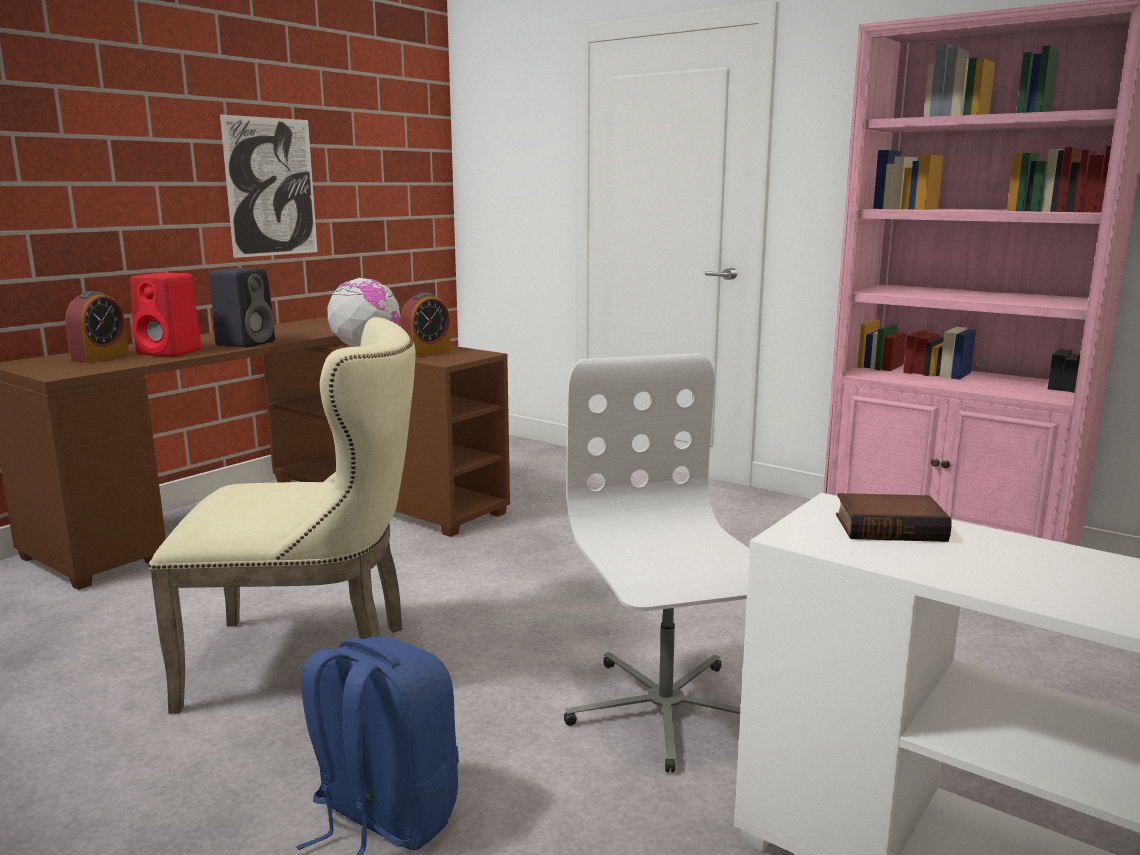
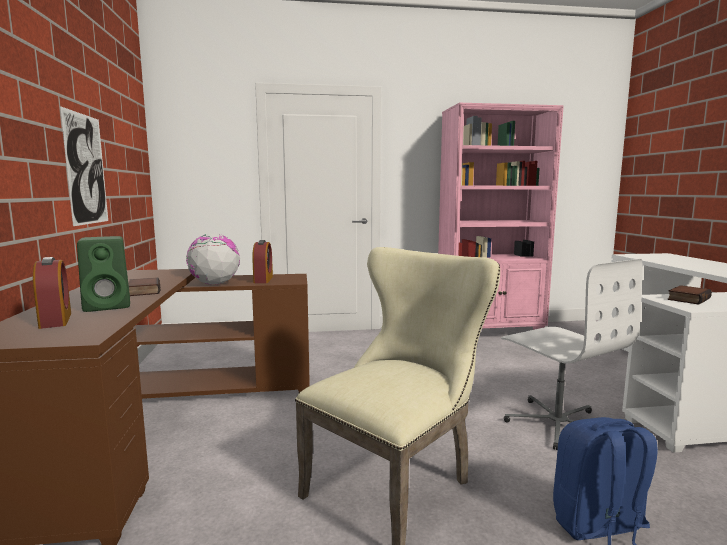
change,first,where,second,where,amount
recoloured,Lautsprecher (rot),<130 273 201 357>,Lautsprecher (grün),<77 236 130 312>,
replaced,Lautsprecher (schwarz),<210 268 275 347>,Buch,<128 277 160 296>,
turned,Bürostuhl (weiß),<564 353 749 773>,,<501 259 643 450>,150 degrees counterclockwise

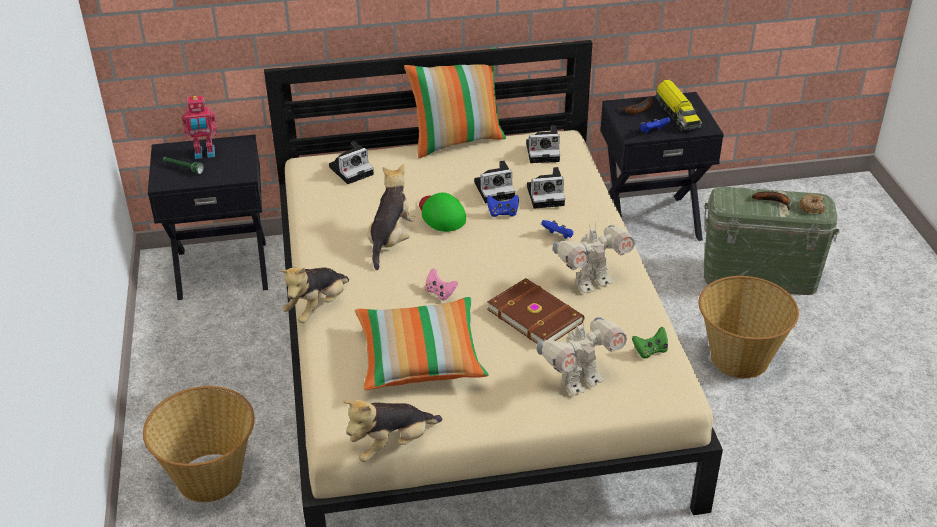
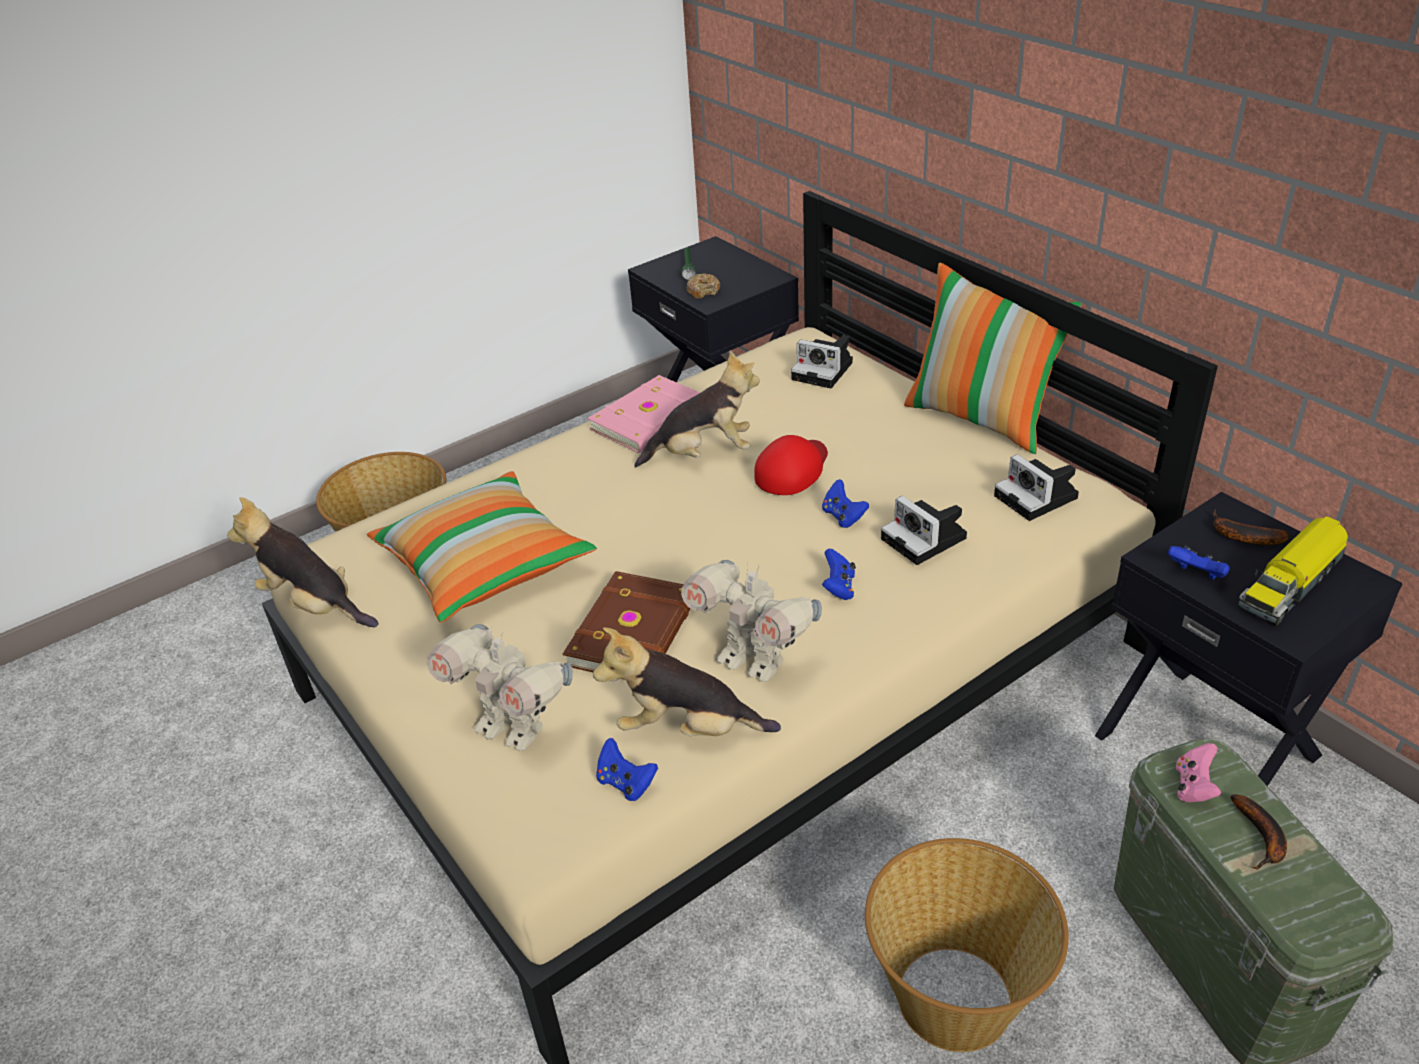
change,first,where,second,where,amount
added,,,Buch (rosa),<588 375 700 453>,
moved,Plüschtier,<280 267 349 323>,,<593 627 781 736>,
recoloured,Gamepad (grün),<632 327 668 359>,Gamepad (blau),<596 738 658 801>,
moved,Donut,<800 194 825 214>,,<686 273 720 298>,
recoloured,Kappe (grün),<419 193 466 232>,Kappe (rot),<754 435 828 495>,
moved,Gamepad (rosa),<425 268 458 300>,,<1176 743 1221 802>,
removed,Spielzeugroboter,<181 96 217 159>,,,
removed,Kamera,<474 161 515 203>,,,

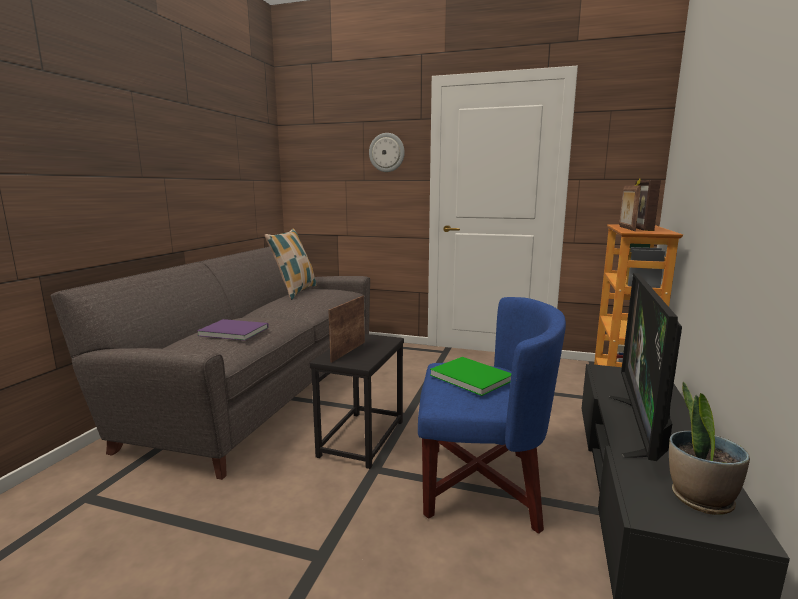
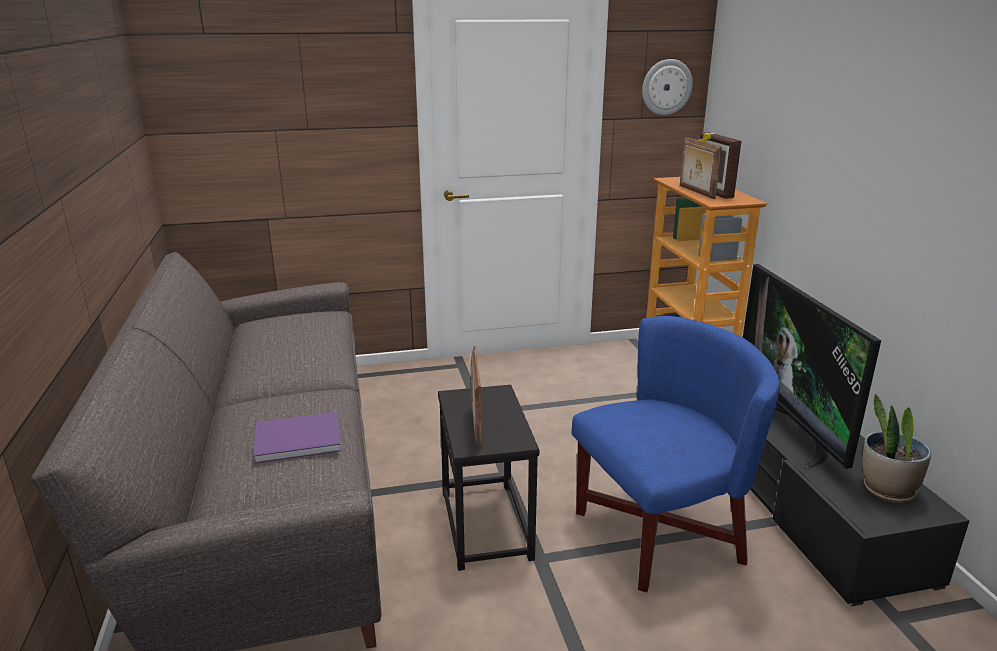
change,first,where,second,where,amount
moved,Wanduhr,<369 133 405 172>,,<642 59 693 115>,
removed,Kissen,<265 229 316 300>,,,
removed,Buch (grün),<430 357 511 396>,,,

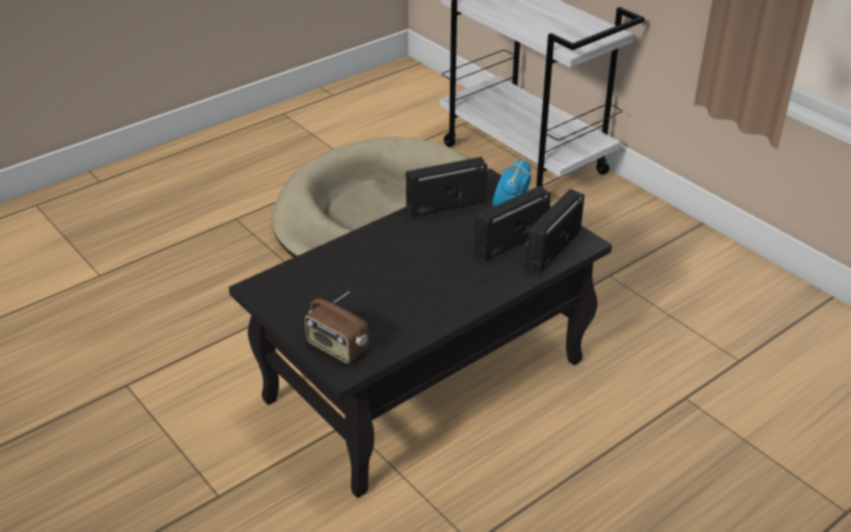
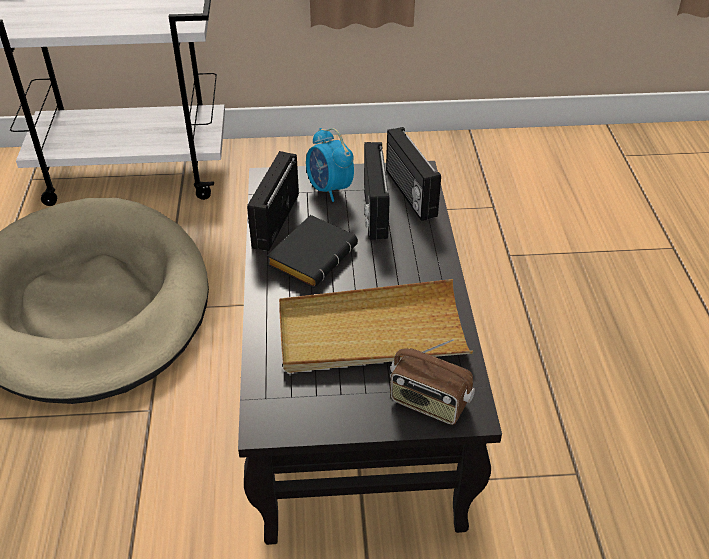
change,first,where,second,where,amount
added,,,Buch (schwarz),<267 215 358 288>,
added,,,Tablett (beige),<279 279 473 373>,
turned,Radio,<305 291 369 364>,,<390 339 475 425>,45 degrees clockwise

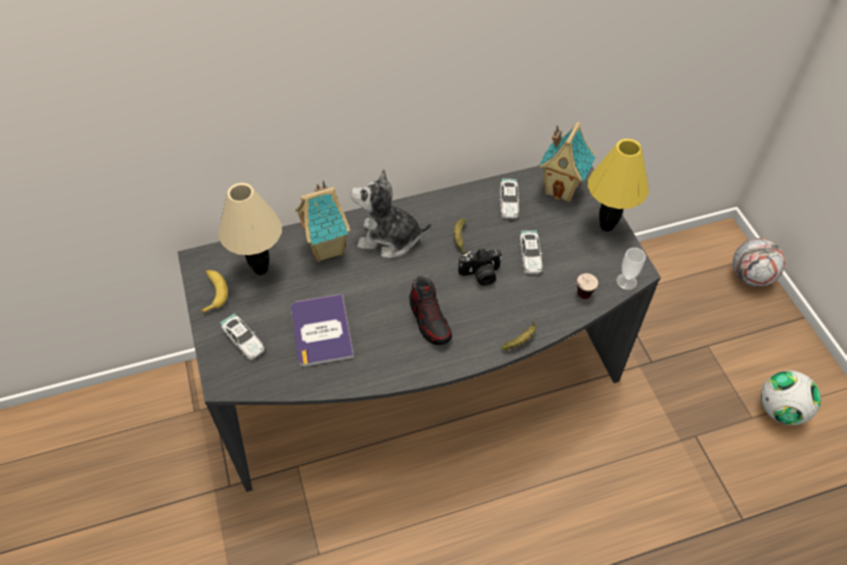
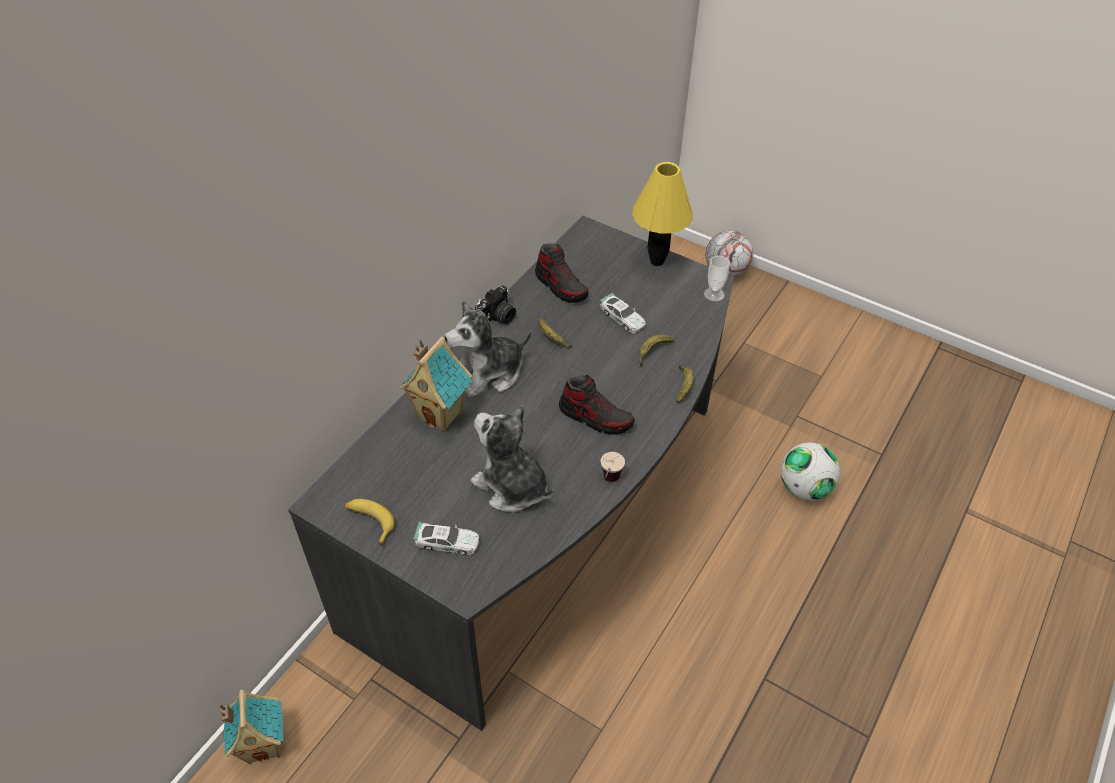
change,first,where,second,where,amount
moved,Spielzeughaus,<539 122 595 202>,,<219 690 283 764>,
replaced,Buch,<291 294 354 366>,Plüschtier,<471 405 554 513>,
moved,Kamera,<458 248 502 286>,,<475 285 516 325>,
replaced,Spielzeugauto,<500 179 520 219>,Schuh,<535 243 589 303>,
moved,Tasse,<568 273 598 299>,,<601 452 625 482>,
added,,,Banane,<639 334 674 366>,
moved,Fußball,<761 370 821 425>,,<781 443 840 500>,
removed,Tischlampe (beige),<219 183 282 275>,,,

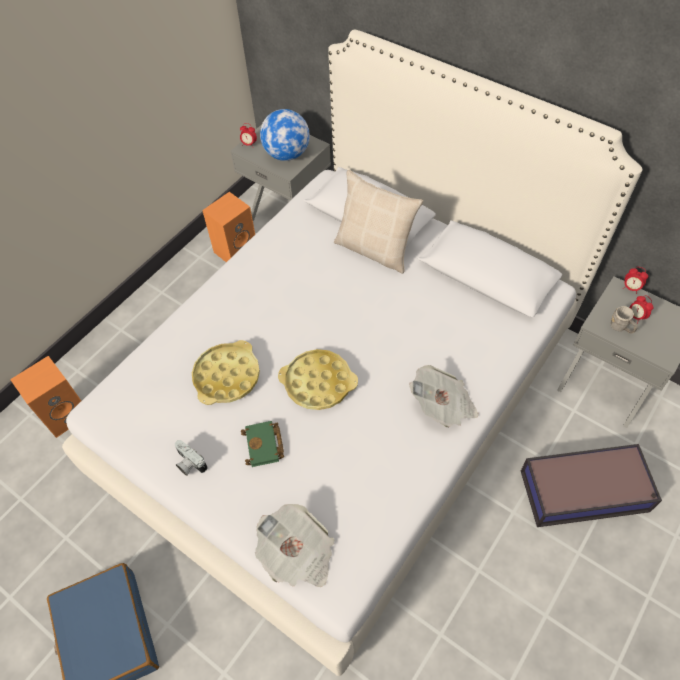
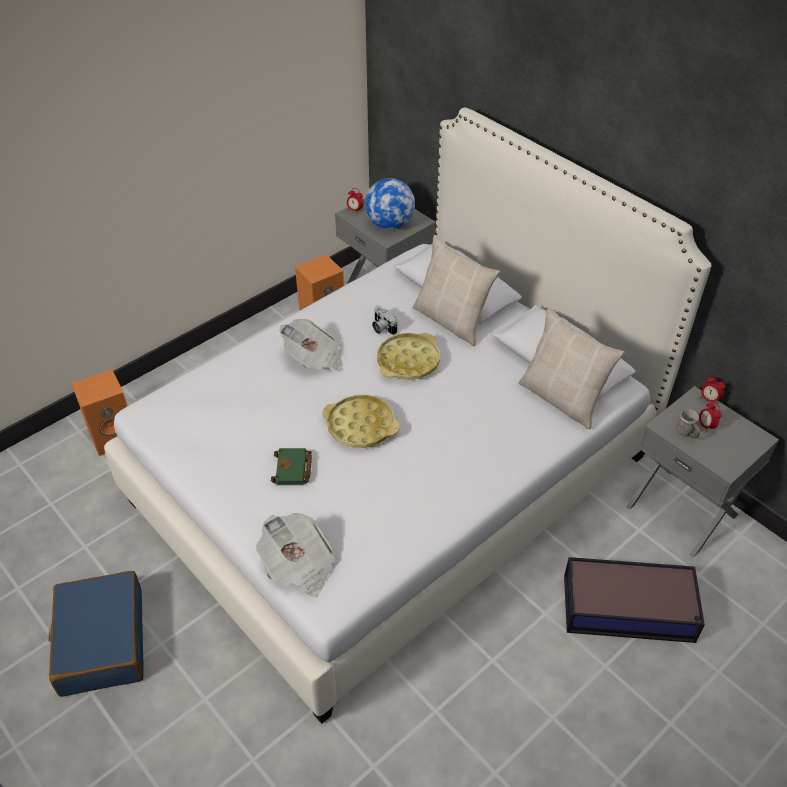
change,first,where,second,where,amount
moved,Zeitung,<409 365 479 428>,,<280 319 343 371>,
moved,Kamera,<175 440 208 476>,,<372 305 397 335>,
moved,Tablett (gelb),<192 340 260 405>,,<377 333 440 380>,
added,,,Kissen (beige),<518 308 625 430>,

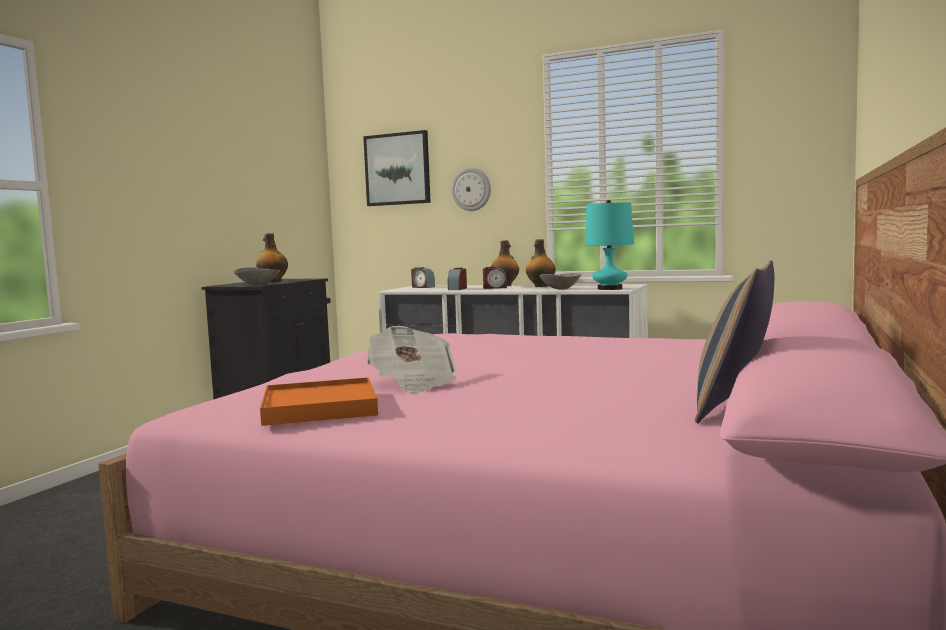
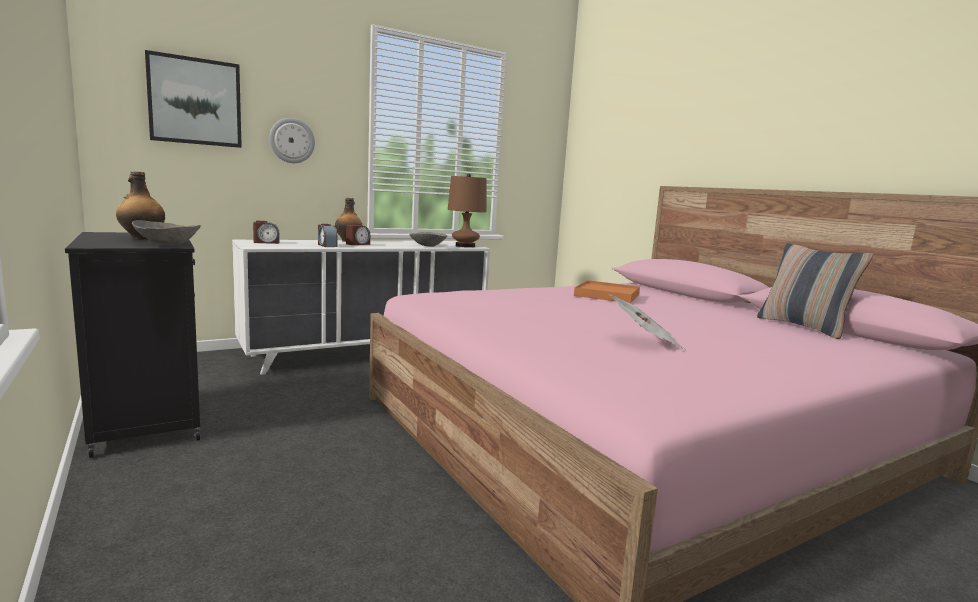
change,first,where,second,where,amount
recoloured,Tischlampe (türkis),<585 200 634 290>,Tischlampe (braun),<448 174 487 248>,
moved,Tablett (orange),<260 377 378 426>,,<574 280 640 303>,
removed,Flasche,<526 239 556 287>,,,

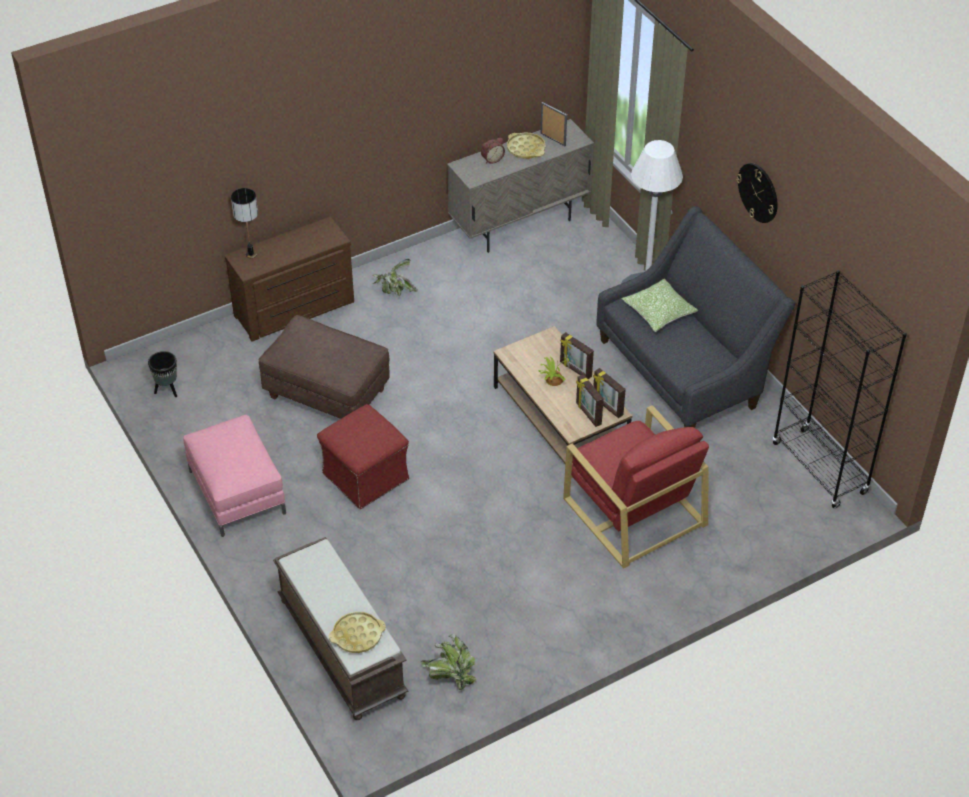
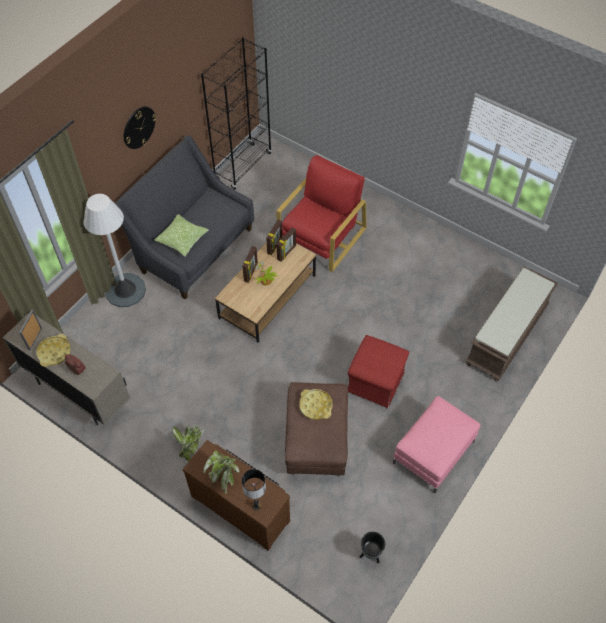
change,first,where,second,where,amount
moved,Topfpflanze,<421 634 477 690>,,<203 451 241 494>,
moved,Tablett (gelb),<329 612 386 653>,,<299 389 332 420>,

